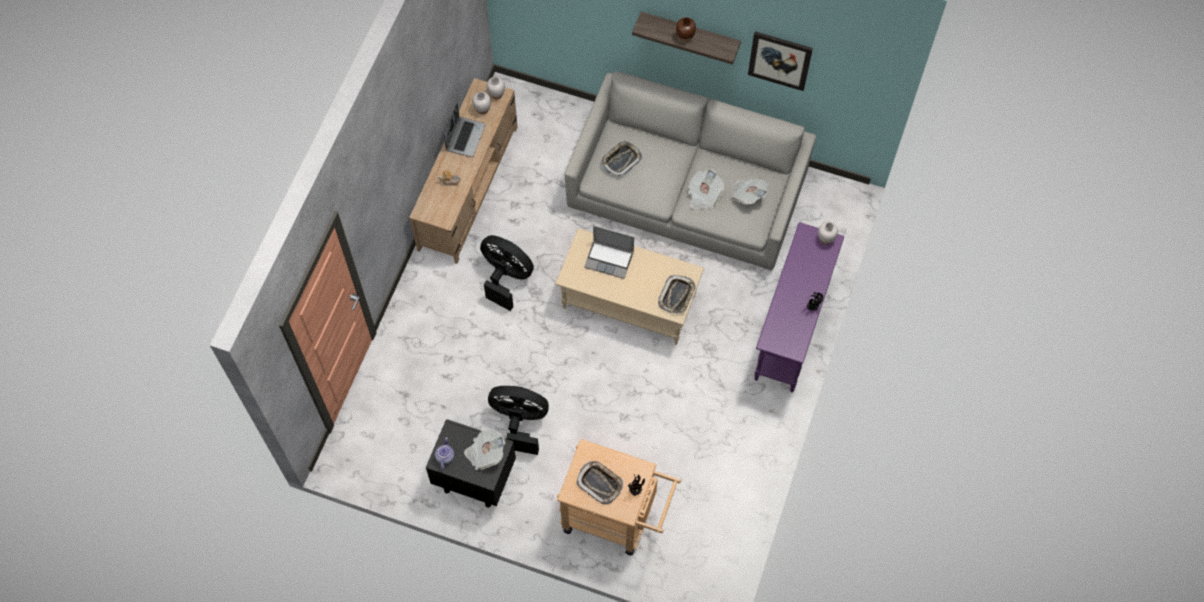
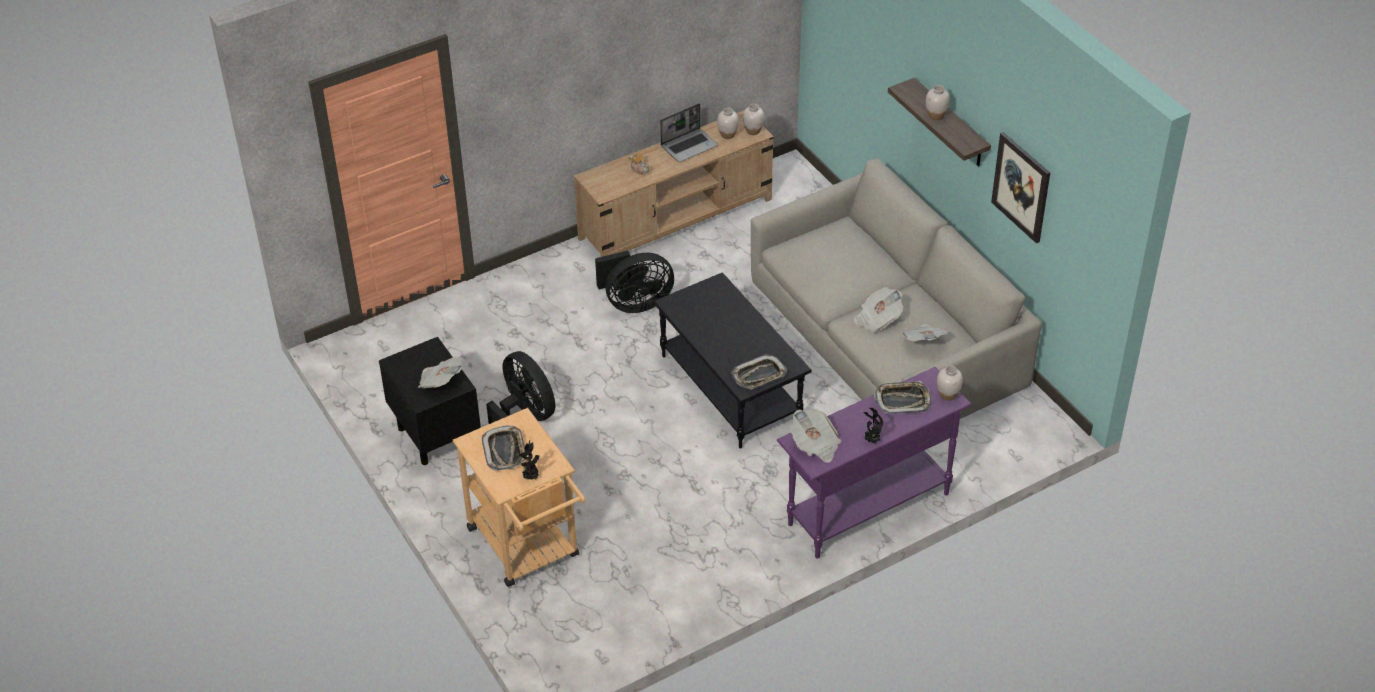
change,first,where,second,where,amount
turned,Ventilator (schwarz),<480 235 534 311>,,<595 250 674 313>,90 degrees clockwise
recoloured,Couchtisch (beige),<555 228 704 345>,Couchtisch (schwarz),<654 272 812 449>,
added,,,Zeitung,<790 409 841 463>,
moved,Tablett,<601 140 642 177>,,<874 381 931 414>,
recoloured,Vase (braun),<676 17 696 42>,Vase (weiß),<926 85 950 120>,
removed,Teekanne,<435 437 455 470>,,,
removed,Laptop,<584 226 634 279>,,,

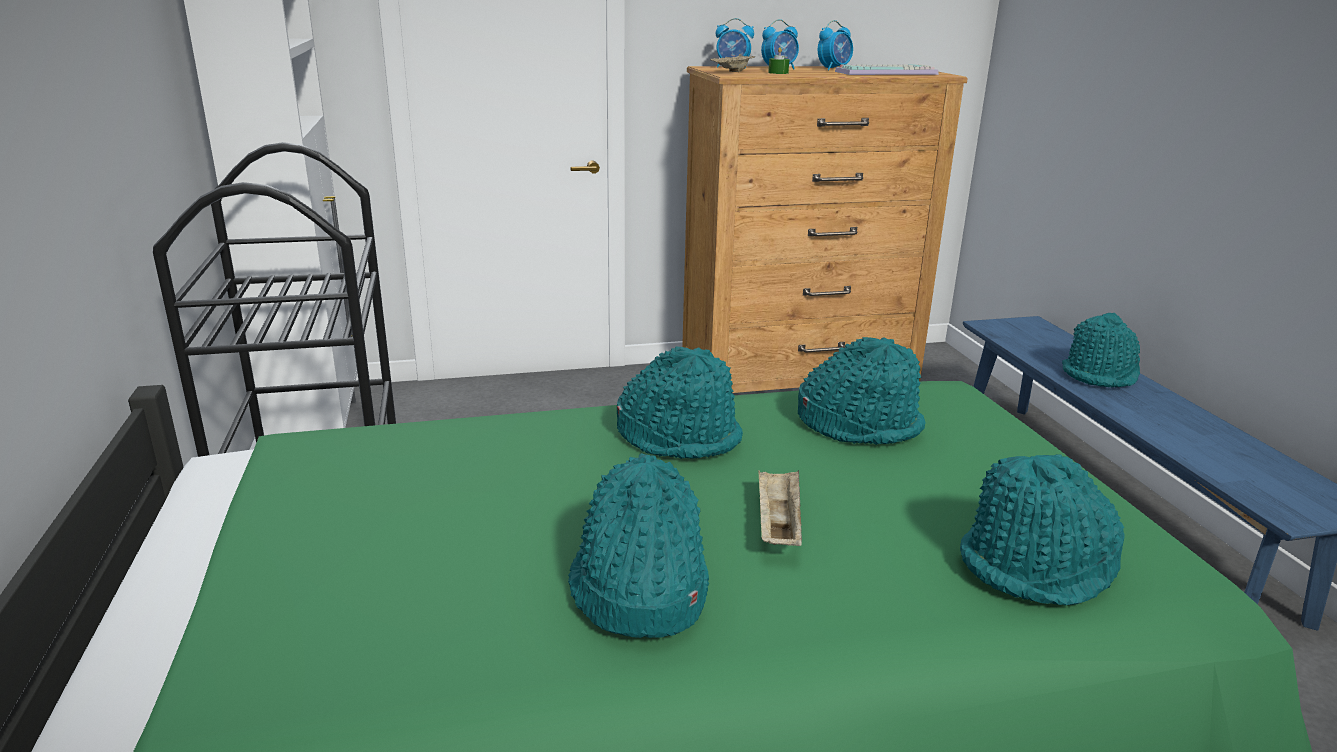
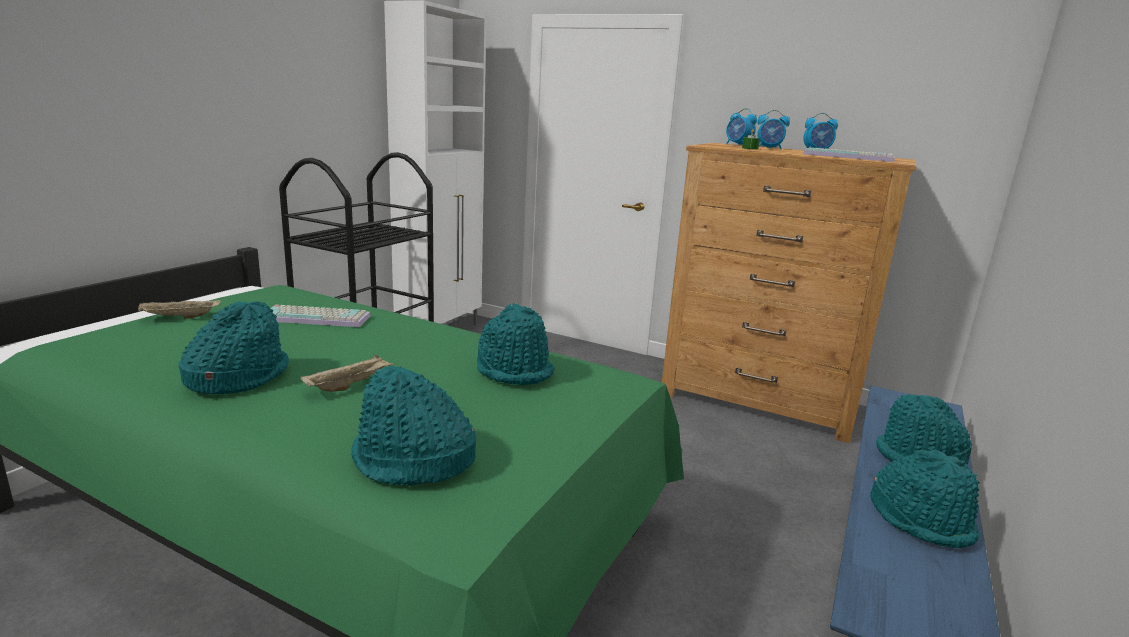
change,first,where,second,where,amount
moved,Tablett (beige),<710 54 755 72>,,<138 298 221 319>,
added,,,Tastatur,<270 305 371 327>,
moved,Hut (türkis),<617 346 743 459>,,<870 449 980 548>,

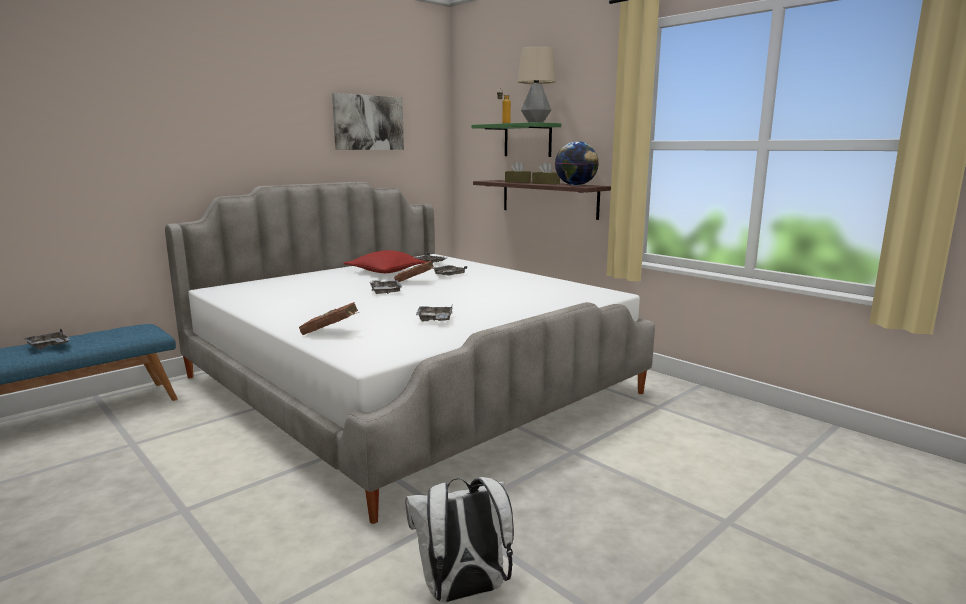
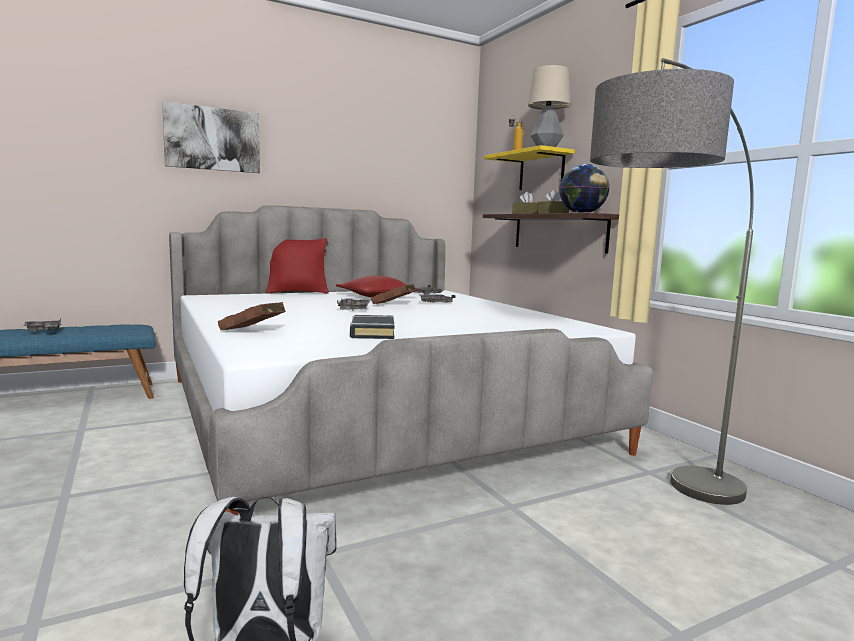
change,first,where,second,where,amount
moved,Bild,<332 93 404 150>,,<162 101 260 173>,
added,,,Kissen (rot),<266 238 329 294>,
replaced,Tablett (grau),<416 306 452 321>,Buch (schwarz),<350 315 395 339>,
recoloured,Wandregal (grün),<472 122 561 157>,Wandregal (gelb),<484 145 575 190>,
added,,,Stehlampe,<590 58 754 505>,

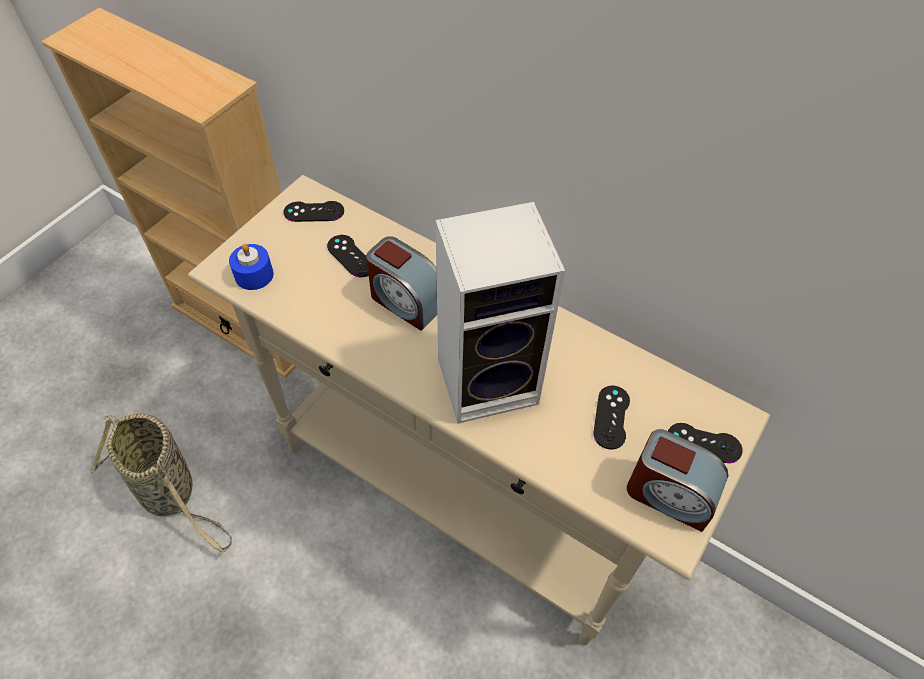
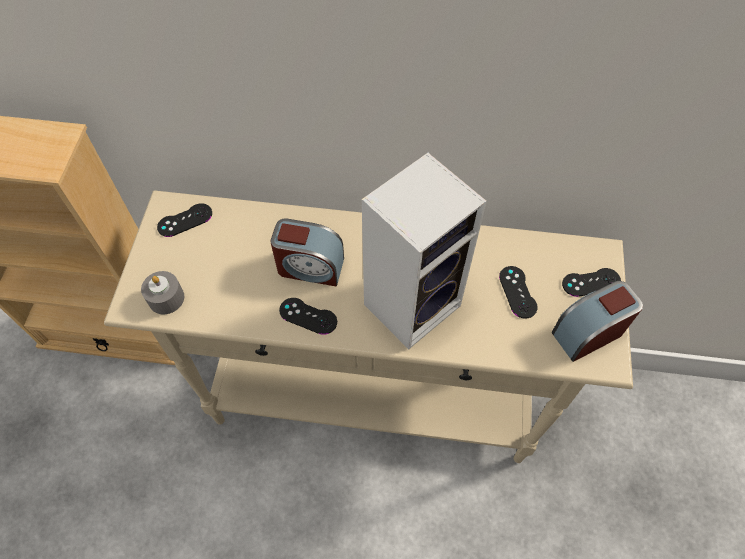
change,first,where,second,where,amount
recoloured,Kerze (blau),<229 243 274 290>,Kerze (grau),<141 271 184 314>,
moved,Gamepad (schwarz),<327 235 369 277>,,<279 298 337 335>,
turned,Wecker,<627 429 729 532>,,<552 281 643 362>,150 degrees clockwise
removed,Korb,<91 413 232 553>,,,

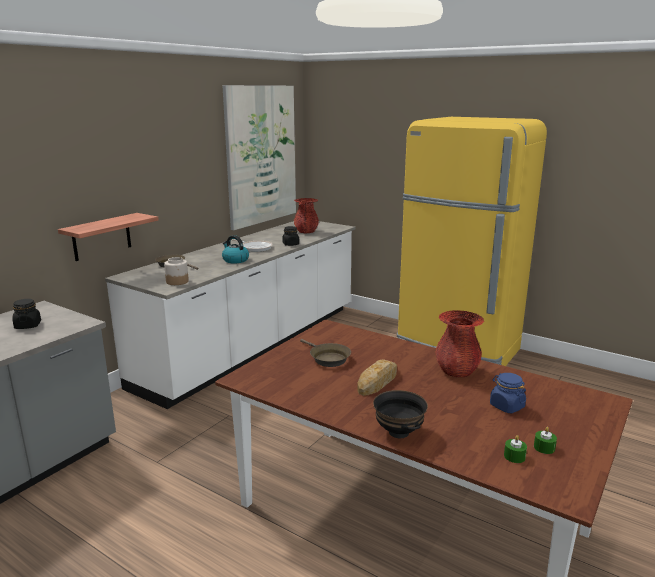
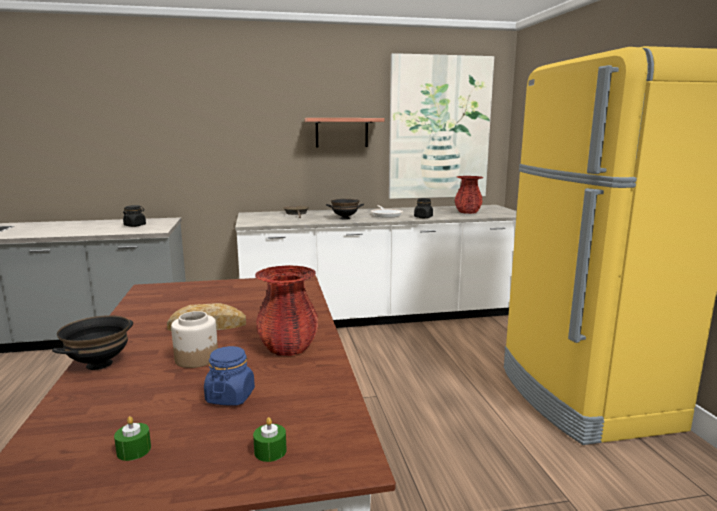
change,first,where,second,where,amount
moved,Vorratsglas,<164 257 189 285>,,<171 311 218 368>,
moved,Kerze (grün),<504 435 527 463>,,<253 417 287 462>,
moved,Wandregal,<58 213 159 261>,,<305 118 384 147>,
replaced,Wasserkessel,<222 235 249 263>,Schüssel (schwarz),<326 199 364 220>,
removed,Pfanne (braun),<300 339 351 367>,,,

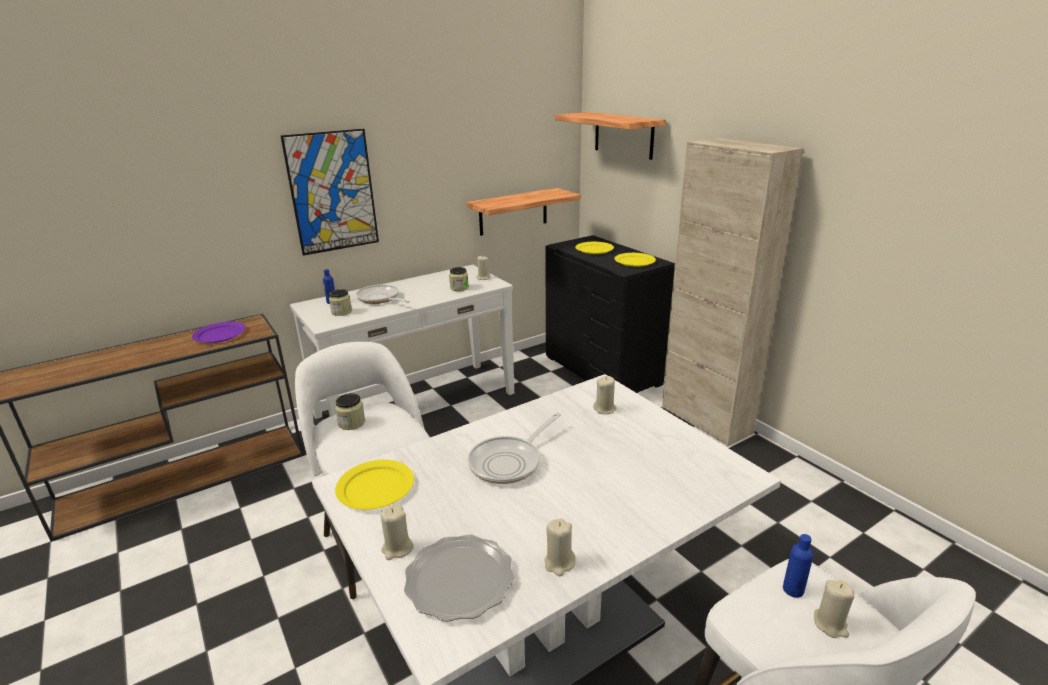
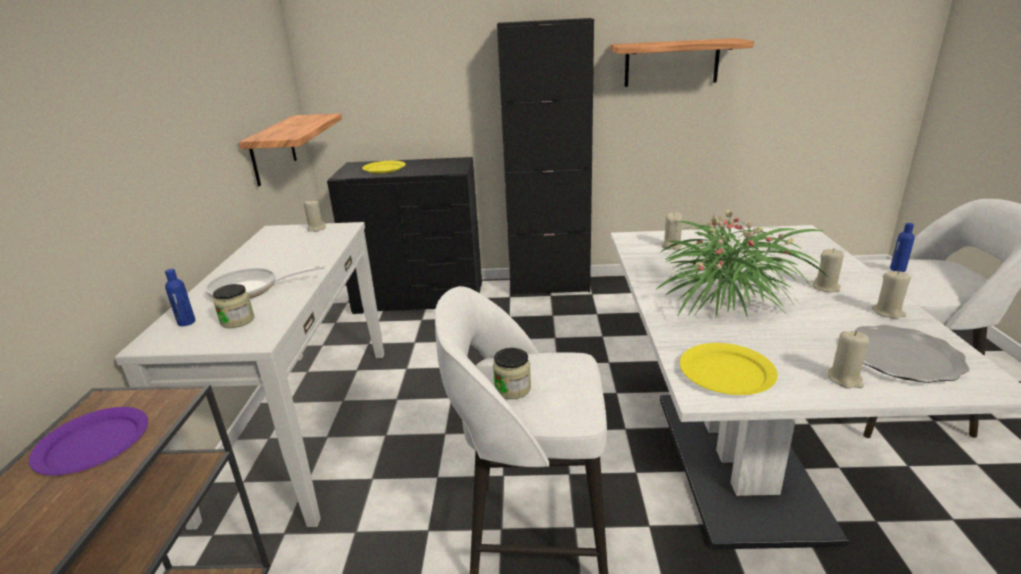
change,first,where,second,where,amount
recoloured,Schrank (beige),<662 138 804 447>,Schrank (schwarz),<497 18 594 295>,
moved,Wandregal,<555 112 666 160>,,<610 38 754 87>,
replaced,Pfanne,<468 412 561 484>,Topfpflanze,<657 210 829 318>,
moved,Kerze (beige),<814 580 854 638>,,<812 248 844 292>,
removed,Bild,<281 129 379 256>,,,
removed,Vorratsglas,<449 267 469 291>,,,
removed,Teller (gelb),<614 253 656 267>,,,

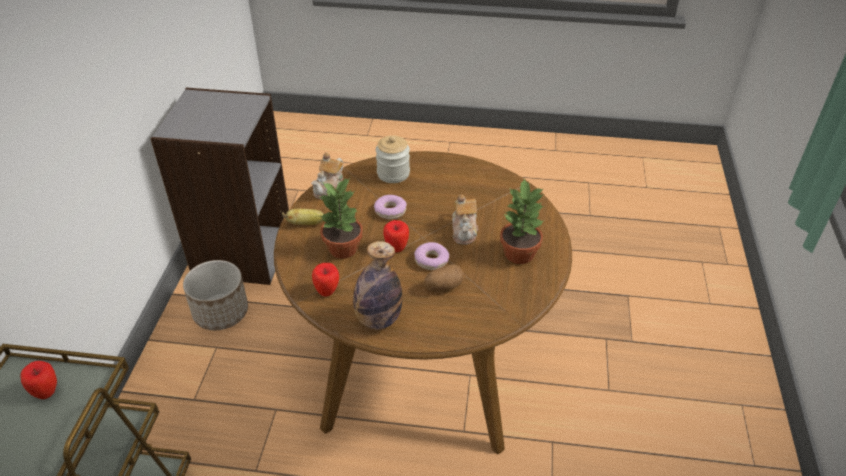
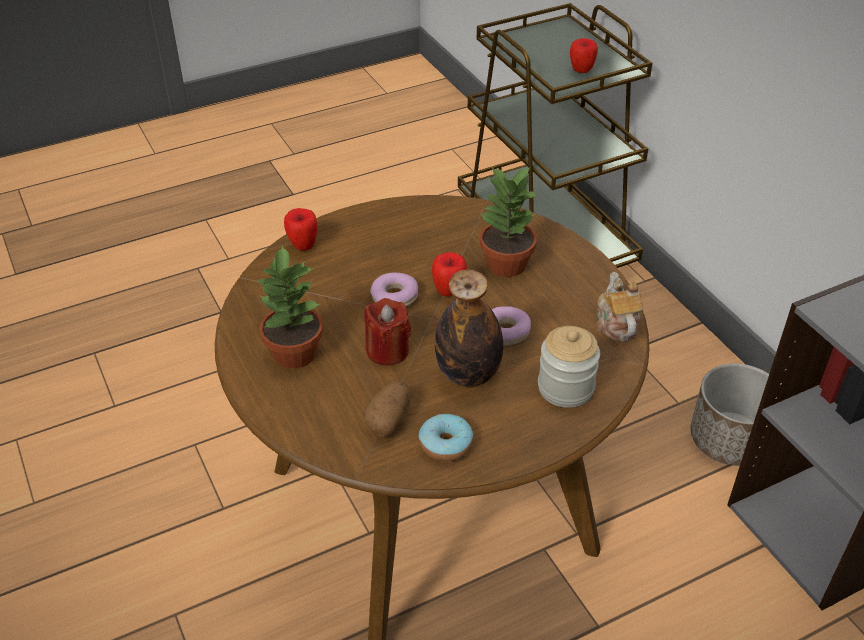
change,first,where,second,where,amount
moved,Apfel,<312 263 339 297>,,<284 208 317 250>,
moved,Kartoffel,<424 264 463 291>,,<363 381 410 437>,
replaced,Teekanne,<452 194 479 245>,Kerze (rot),<364 298 411 365>,
added,,,Donut,<419 414 473 461>,
moved,Flasche,<353 241 402 330>,,<435 269 503 387>,
removed,Banane,<282 209 324 225>,,,

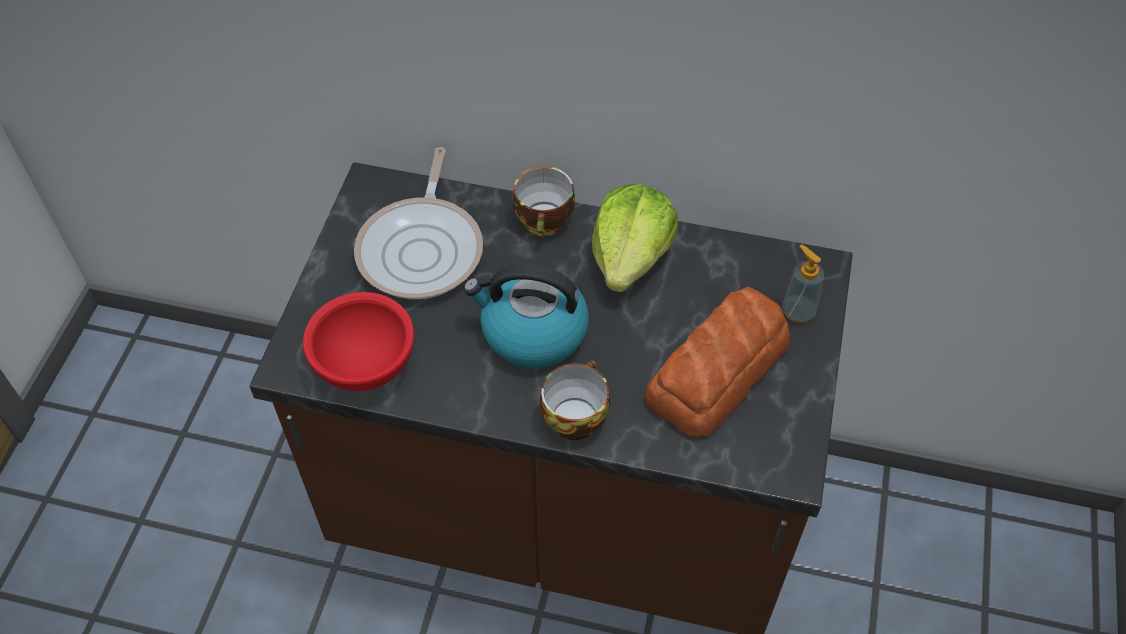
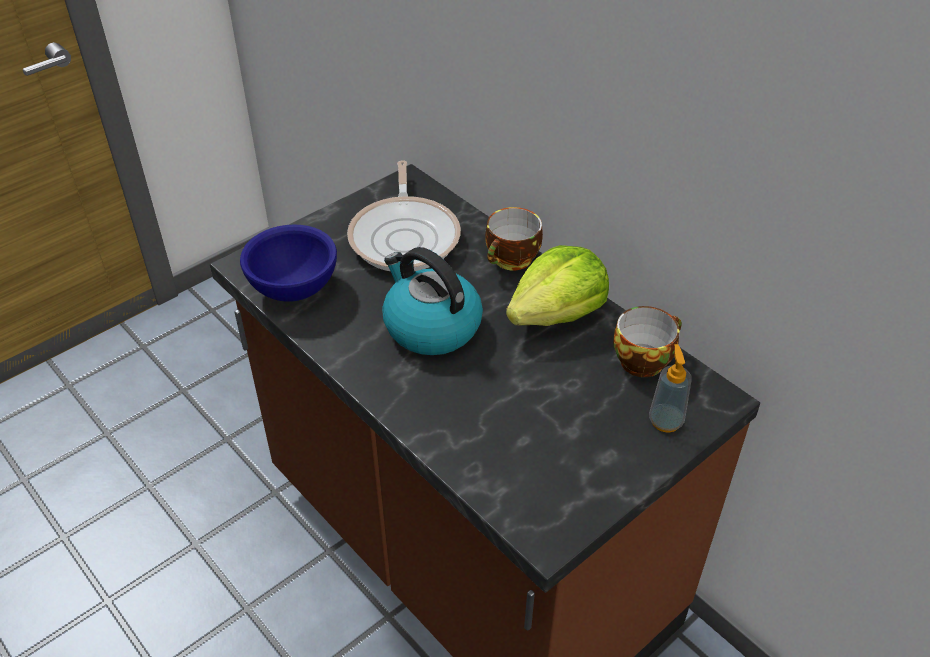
change,first,where,second,where,amount
recoloured,Schüssel (rot),<303 292 414 391>,Schüssel (blau),<240 225 337 302>,
turned,Pfanne,<354 147 483 299>,,<347 160 461 271>,45 degrees counterclockwise
moved,Tasse,<540 361 610 440>,,<613 306 682 377>,
removed,Brot,<644 287 790 438>,,,

